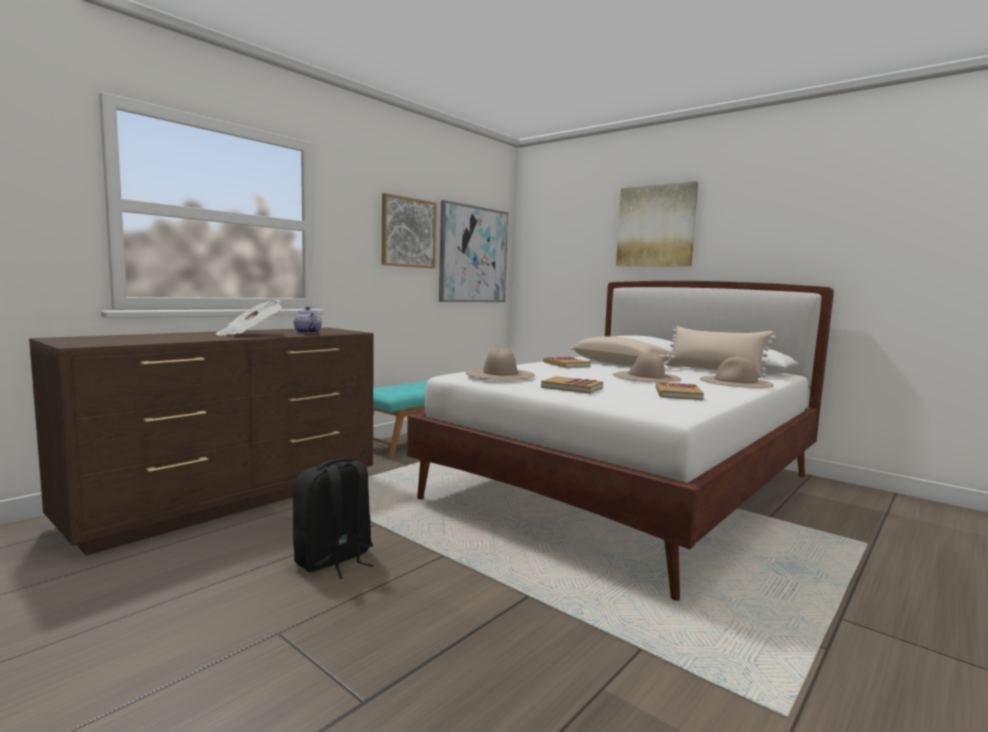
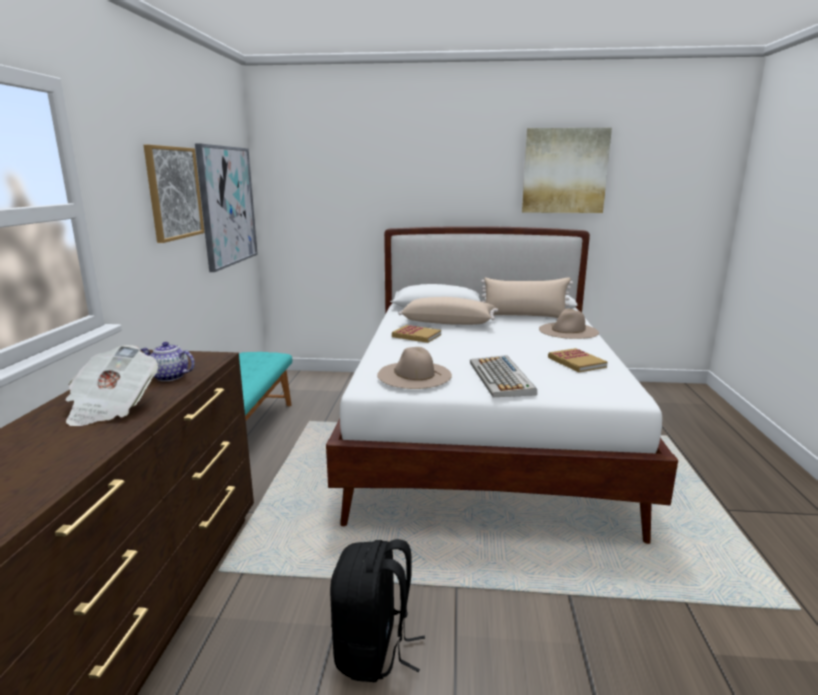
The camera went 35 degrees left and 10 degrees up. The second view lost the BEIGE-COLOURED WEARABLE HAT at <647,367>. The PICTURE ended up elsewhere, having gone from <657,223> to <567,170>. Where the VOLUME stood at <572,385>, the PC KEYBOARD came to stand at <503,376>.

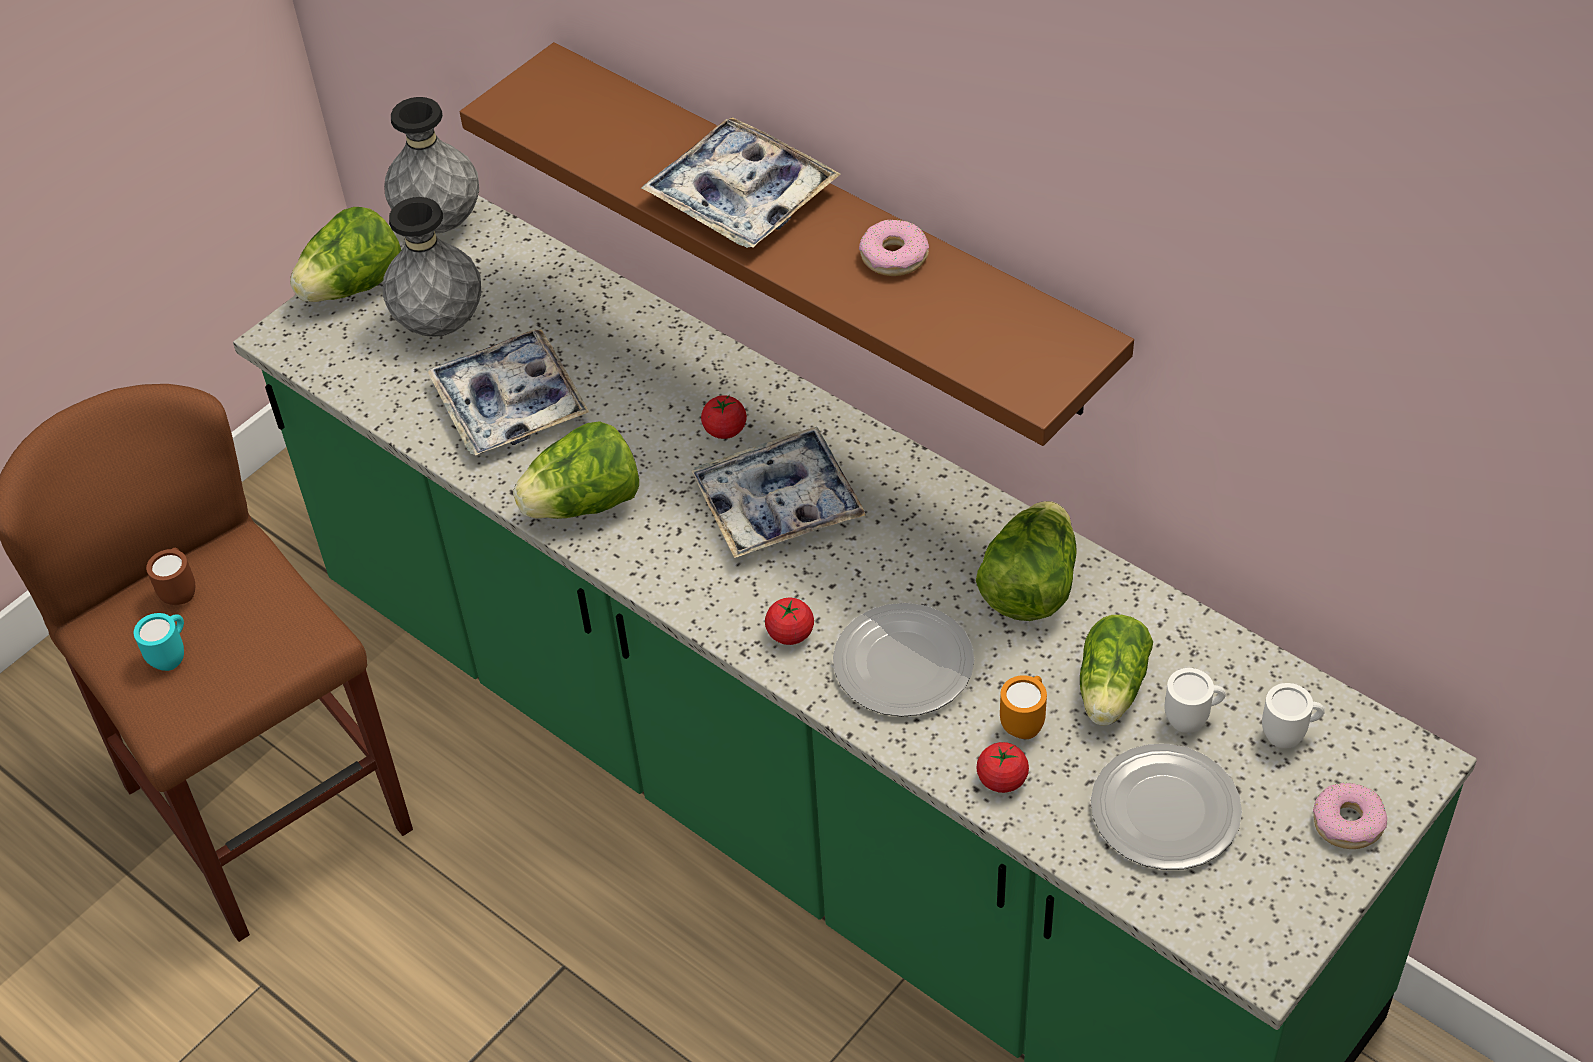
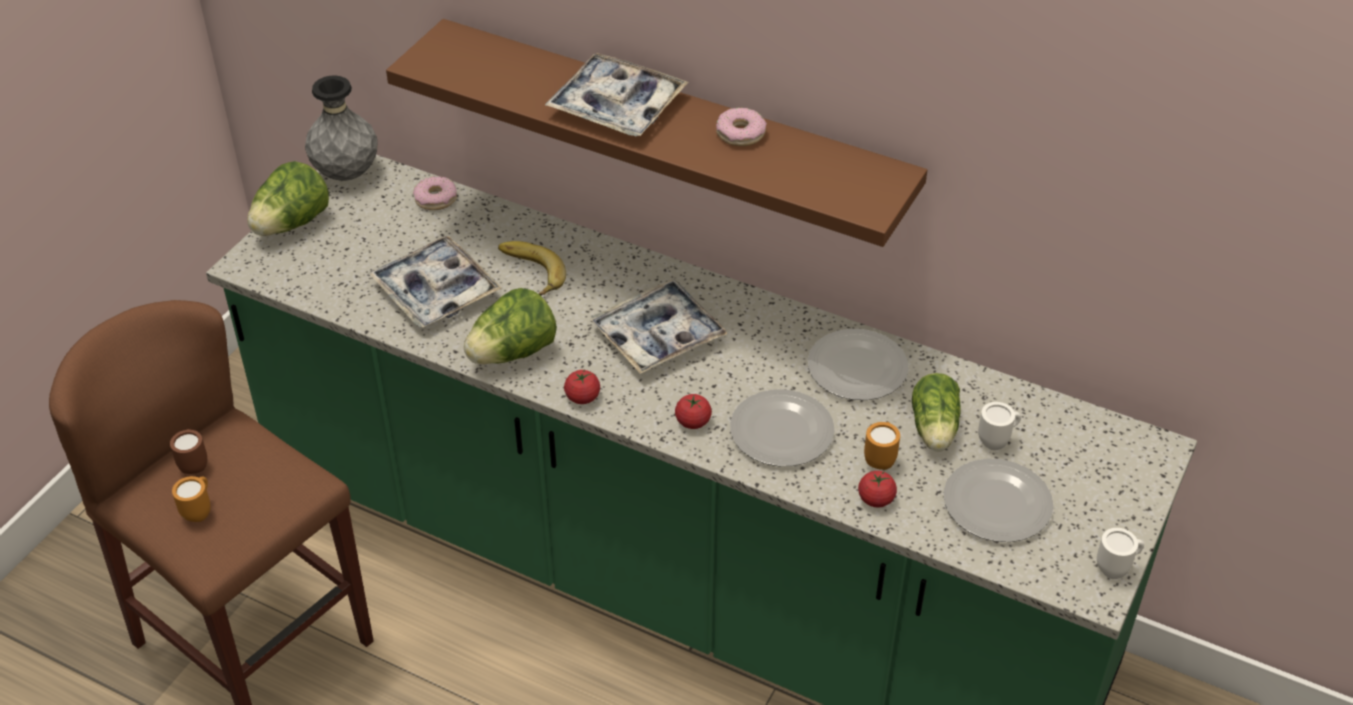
The camera went 15 degrees left and 5 degrees down. The second view lost the GREYISH DECORATIVE VASE at <432,267>. The second view gained the BANANA FRUIT at <532,268>. The FRESH TOMATO ended up elsewhere, having gone from <724,417> to <582,386>. The WHITE COFFEE MUG ended up elsewhere, having gone from <1293,715> to <1120,553>. The DOUGHNUT ended up elsewhere, having gone from <1350,816> to <435,193>. Where the LETTUCE stood at <1026,561>, the FLAT DISH came to stand at <858,364>. What was the TURQUOISE COFFEE MUG at <159,642> turned into the ORANGE COFFEE MUG at <191,499>.

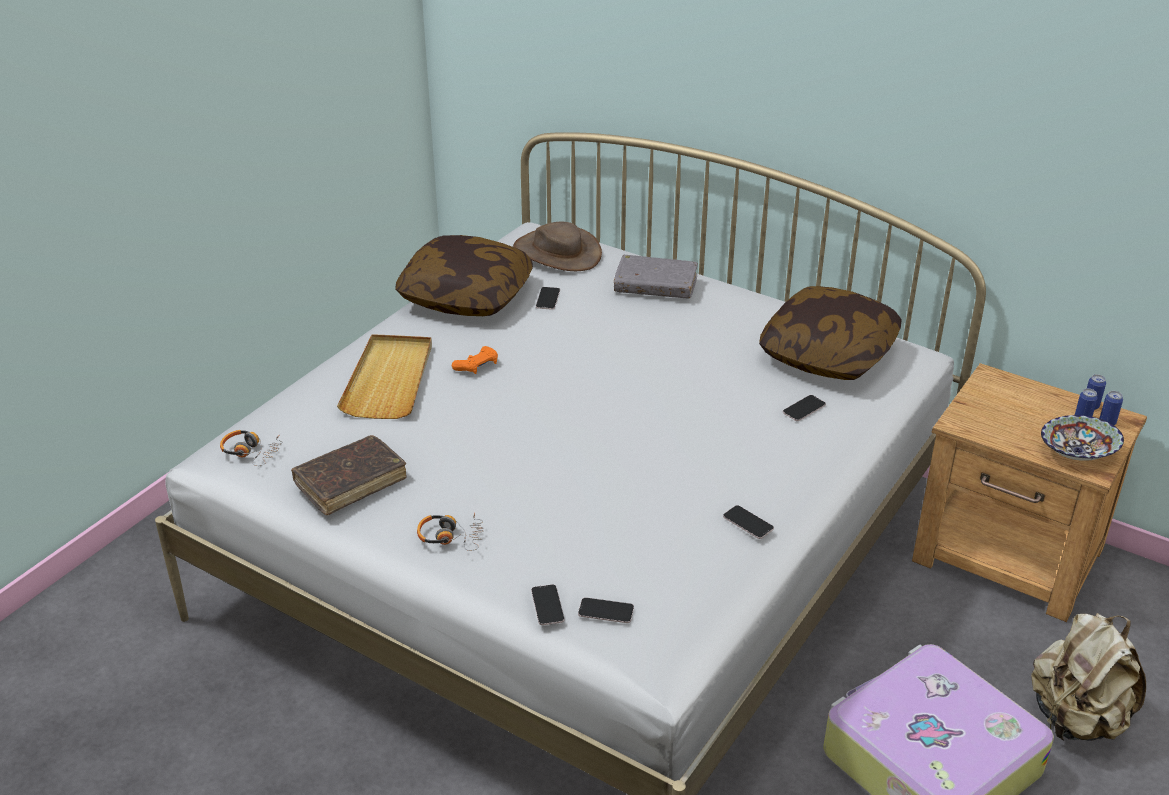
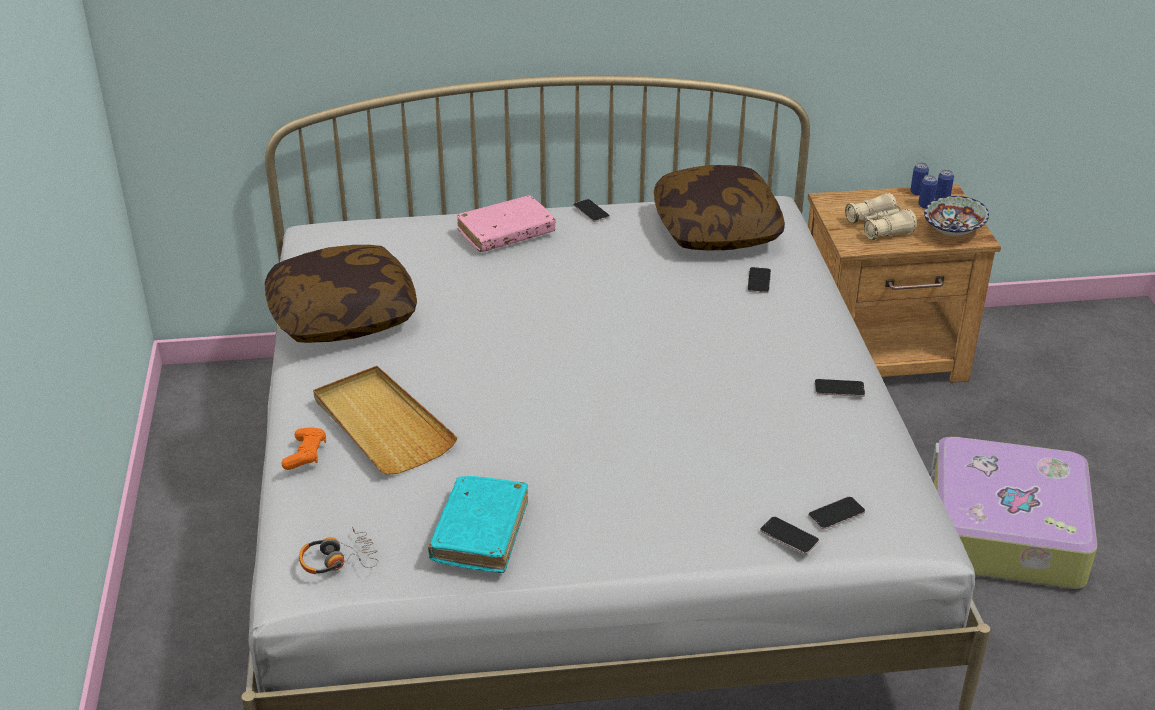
The camera went 40 degrees left and 0 degrees up. The second view lost the HEADPHONES at <450,532>. The second view lost the BROWNISH WEARABLE HAT at <557,246>. The second view lost the BEIGE-COLOURED RUCKSACK at <1088,677>. The second view gained the BEIGE-COLOURED FIELD GLASSES at <881,216>. The ORANGE GAME CONTROLLER ended up elsewhere, having gone from <475,360> to <303,448>. The HANDSET ended up elsewhere, having gone from <548,298> to <591,210>. What was the BROWNISH VOLUME at <349,475> turned into the TURQUOISE VOLUME at <478,524>. What was the GREYISH VOLUME at <656,277> turned into the PINKISH VOLUME at <506,224>.

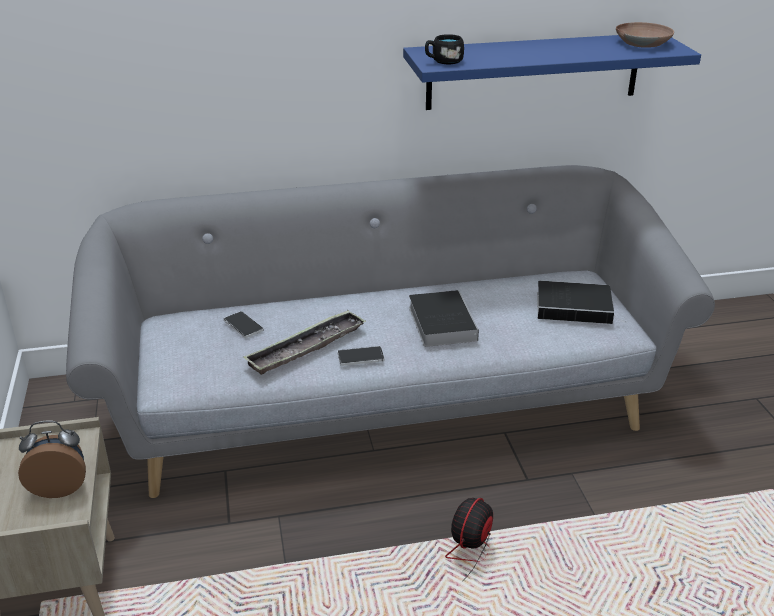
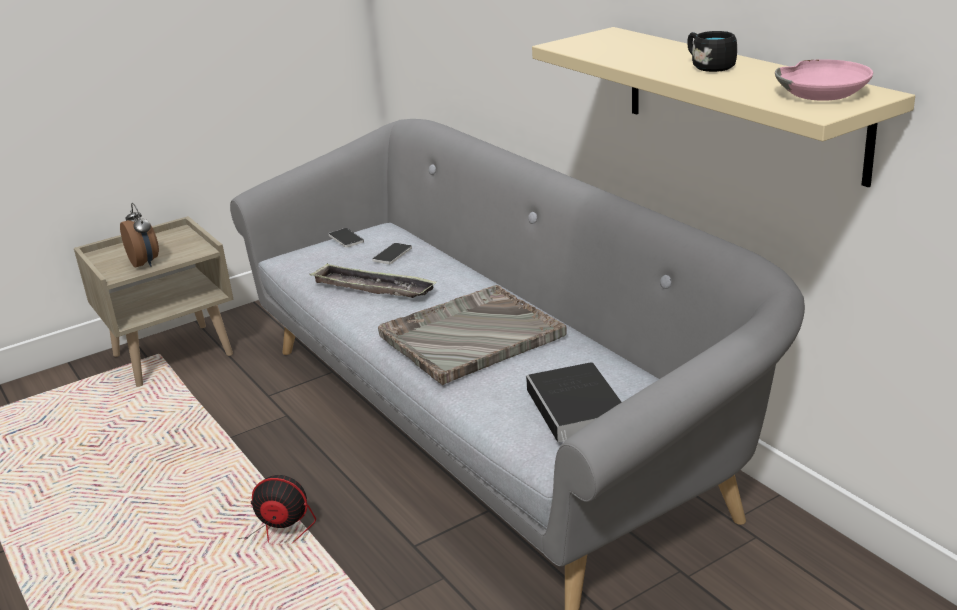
The camera went 70 degrees right and 5 degrees down. The HANDSET ended up elsewhere, having gone from <361,356> to <346,238>. The BLACK COFFEE MUG ended up elsewhere, having gone from <444,49> to <712,51>. Where the VOLUME stood at <444,318>, the GREYISH SERVING TRAY came to stand at <472,335>. What was the BLUISH SHELF at <552,72> turned into the BEIGE-COLOURED SHELF at <723,107>. What was the BROWNISH BOWL at <645,35> turned into the PINKISH BOWL at <824,80>.

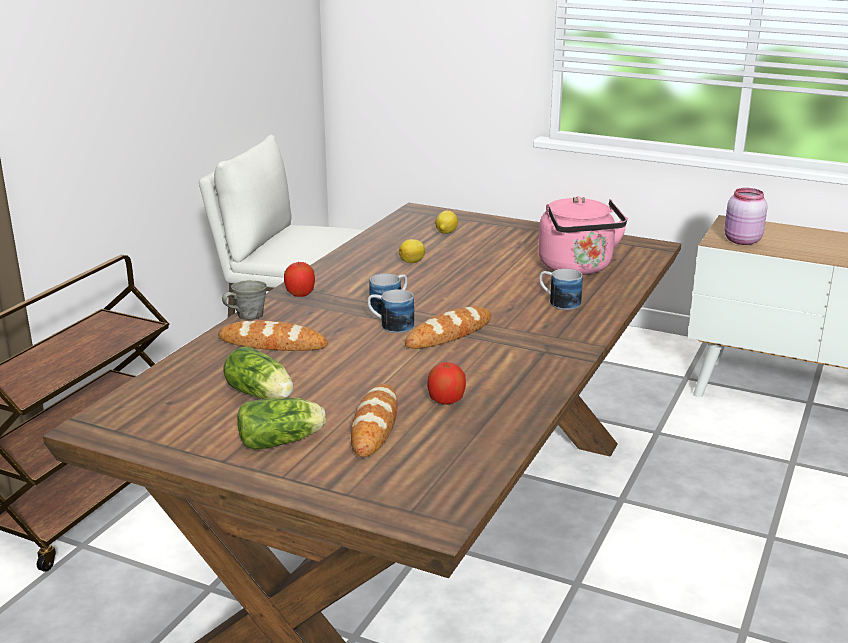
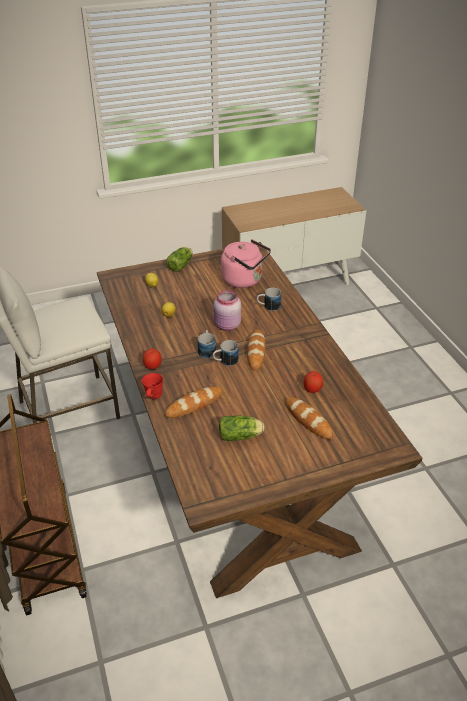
The camera went 45 degrees left and 15 degrees up. The LETTUCE ended up elsewhere, having gone from <281,423> to <179,259>. The PINKISH STORAGE JAR ended up elsewhere, having gone from <746,216> to <227,310>. What was the GREYISH COFFEE MUG at <244,300> turned into the RED COFFEE MUG at <152,386>.

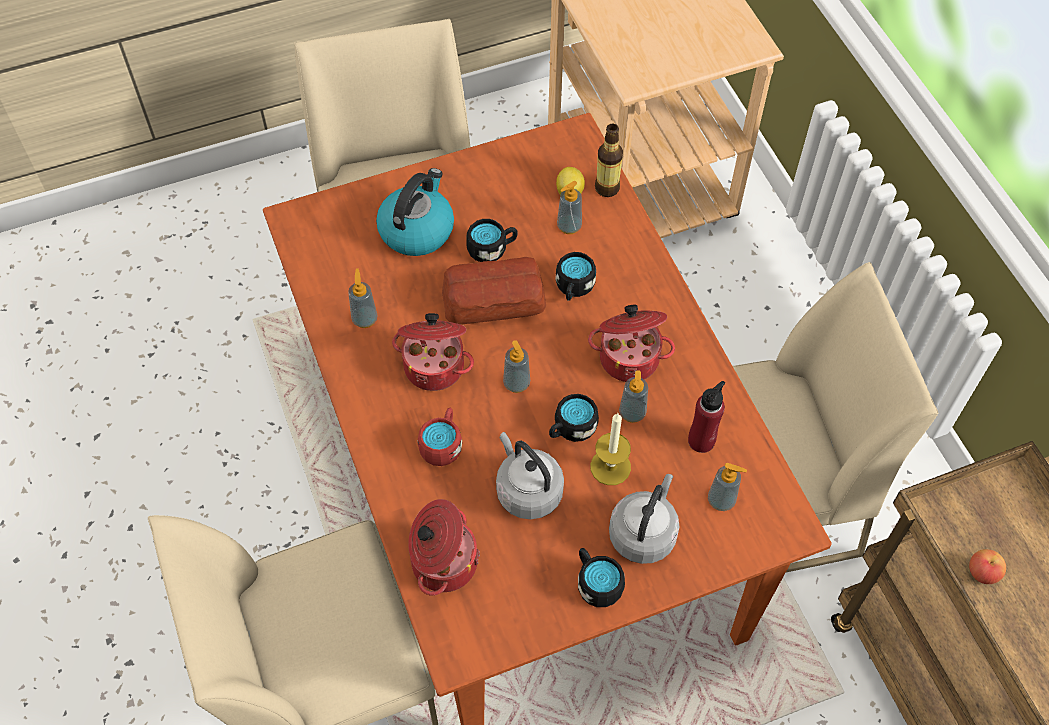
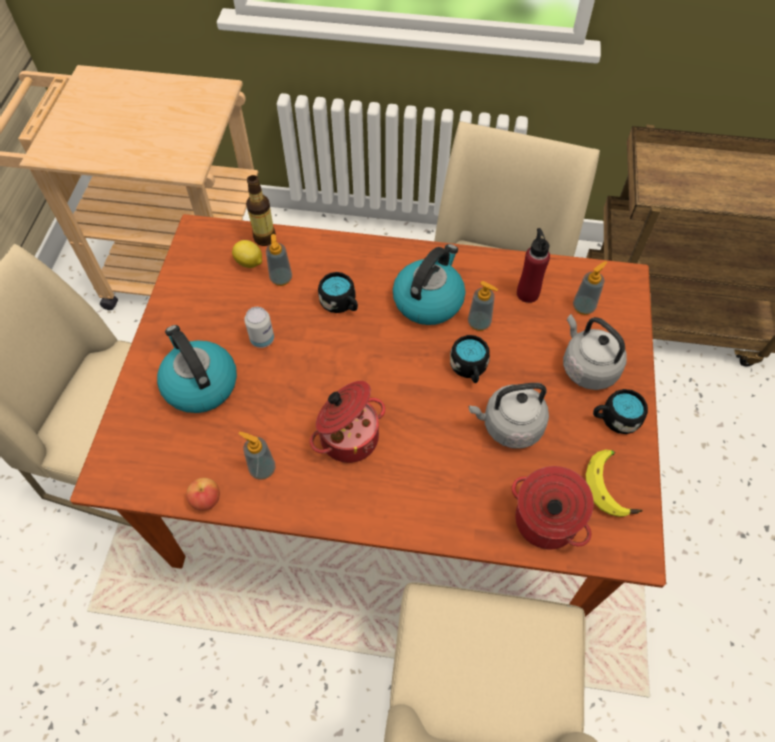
The camera went 60 degrees left and 0 degrees up. The second view lost the RED COFFEE MUG at <440,437>. The second view lost the BAKERY BREAD at <494,291>. The second view lost the SOAP BOTTLE at <516,366>. The second view lost the WAX LIGHT at <610,449>. The second view gained the BANANA FRUIT at <614,483>. The WHOLE APPLE ended up elsewhere, having gone from <987,566> to <203,494>. Where the BLACK COFFEE MUG stood at <492,240>, the SEALED CAN came to stand at <259,327>. Where the STOCKPOT stood at <631,343>, the TEA KETTLE came to stand at <429,284>.

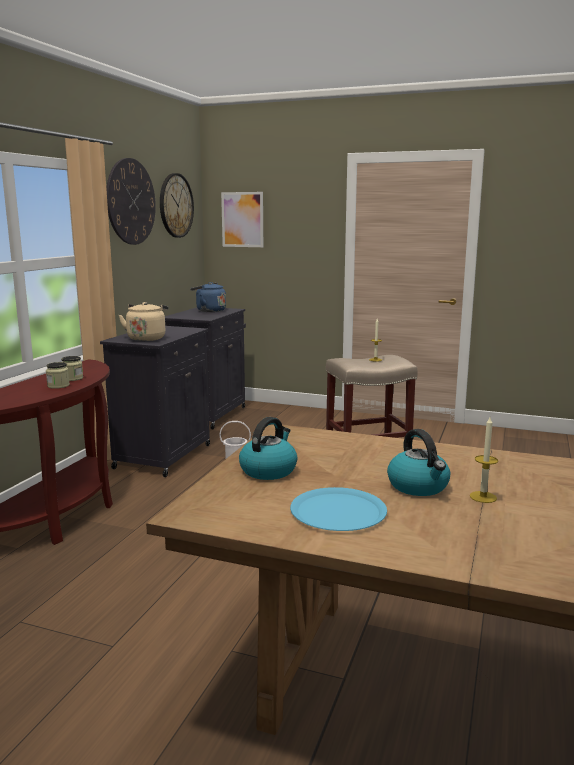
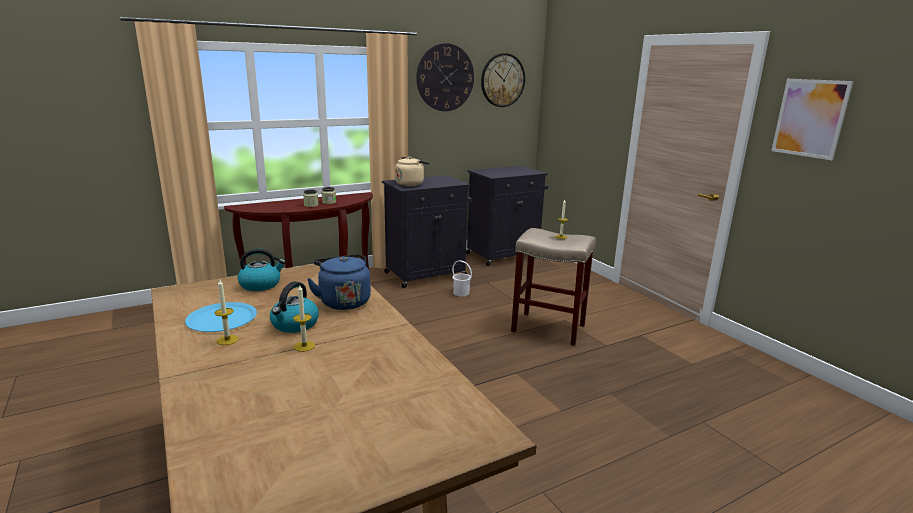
The camera went 40 degrees right and 5 degrees up. The second view gained the WAX LIGHT at <226,312>. The BLUISH TEA KETTLE ended up elsewhere, having gone from <208,297> to <339,282>. The PICTURE ended up elsewhere, having gone from <242,219> to <812,119>.

